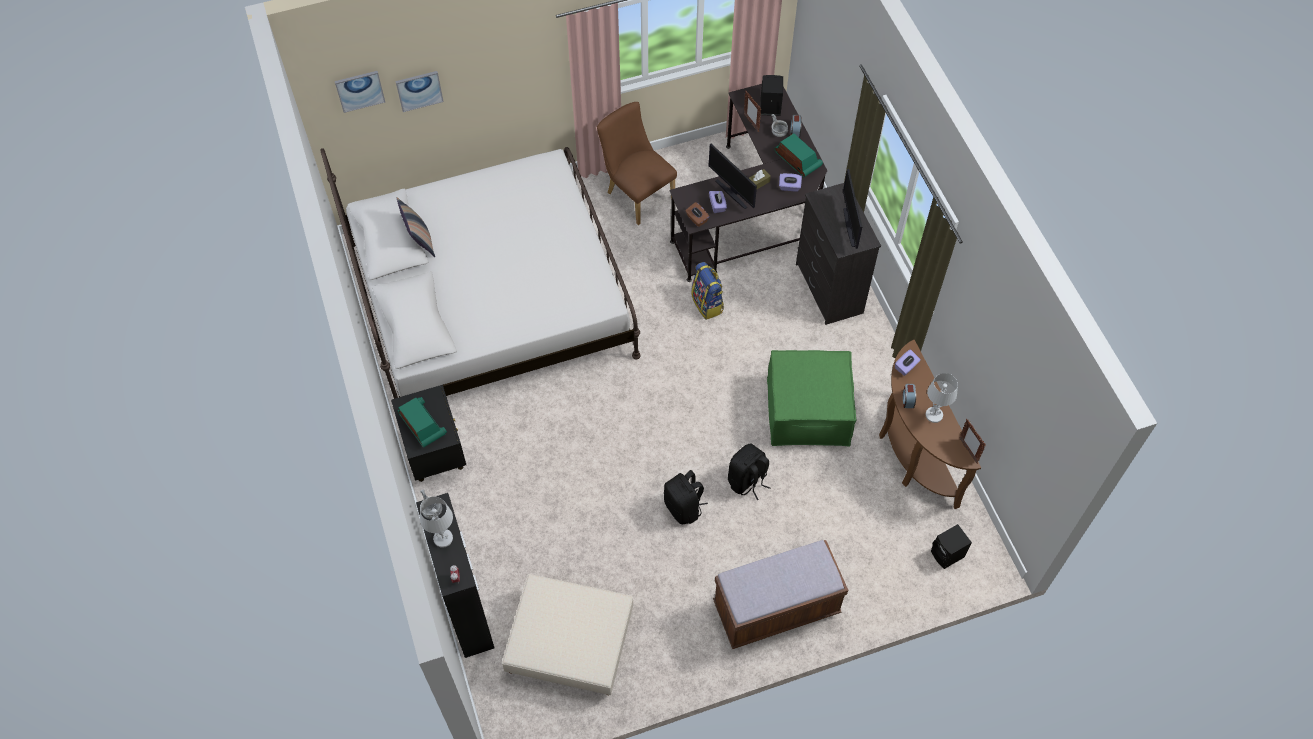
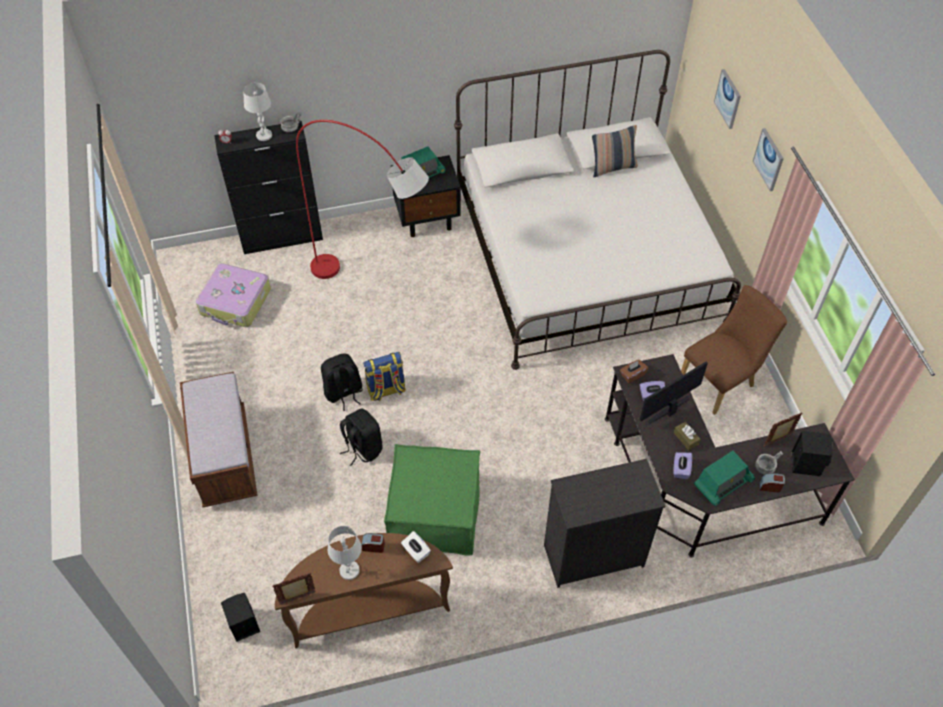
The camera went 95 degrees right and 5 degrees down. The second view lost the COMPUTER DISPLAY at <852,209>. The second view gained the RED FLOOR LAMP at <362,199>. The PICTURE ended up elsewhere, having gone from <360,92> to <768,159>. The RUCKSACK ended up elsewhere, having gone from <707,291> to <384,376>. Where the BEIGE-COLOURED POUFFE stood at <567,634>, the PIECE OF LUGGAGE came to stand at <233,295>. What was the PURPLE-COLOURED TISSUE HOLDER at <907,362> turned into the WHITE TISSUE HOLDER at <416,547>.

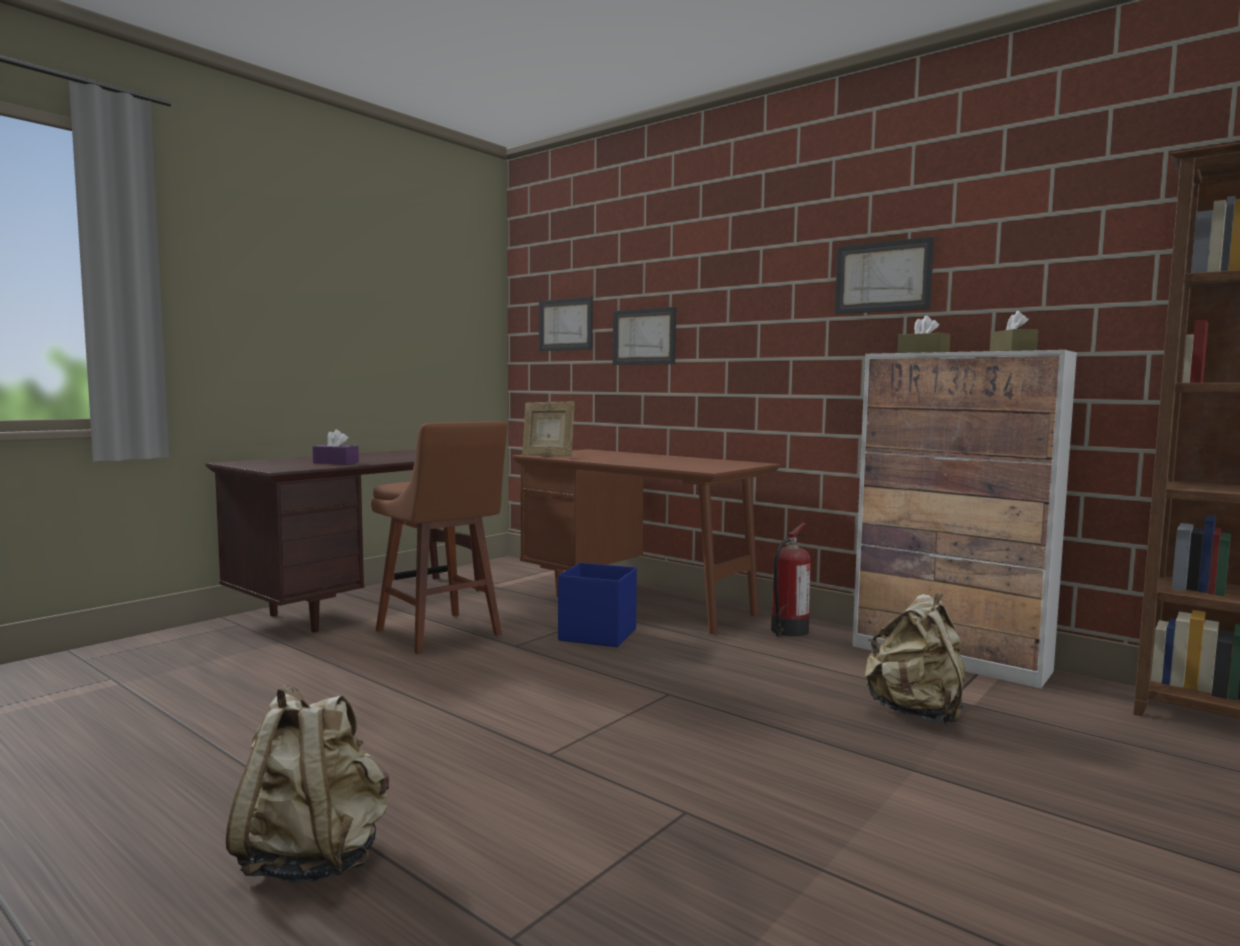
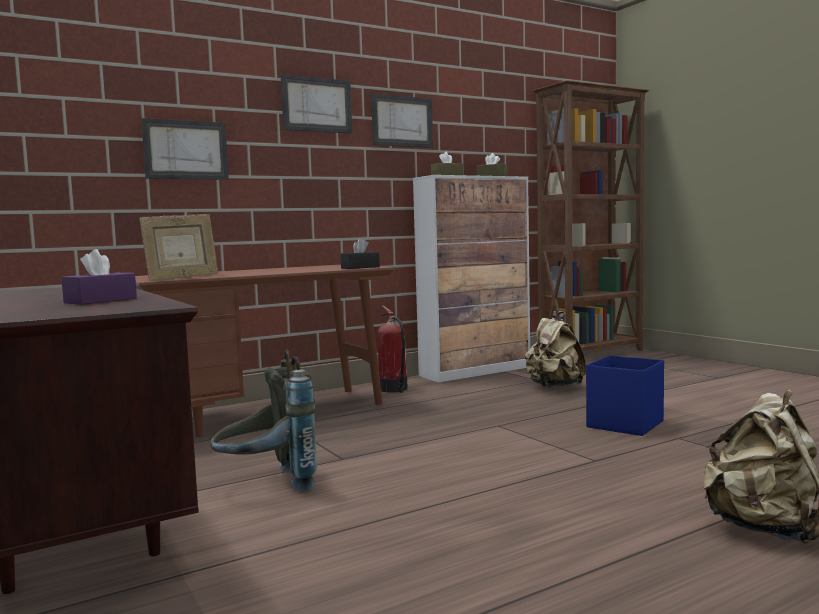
The camera went 70 degrees left and 0 degrees up. The second view gained the BLACK TISSUE HOLDER at <360,253>. The PICTURE ended up elsewhere, having gone from <566,324> to <316,103>. The BLUISH STORAGE CONTAINER ended up elsewhere, having gone from <597,605> to <625,395>. Where the BROWNISH STOOL SEAT stood at <439,537>, the GREYISH RUCKSACK came to stand at <263,421>.

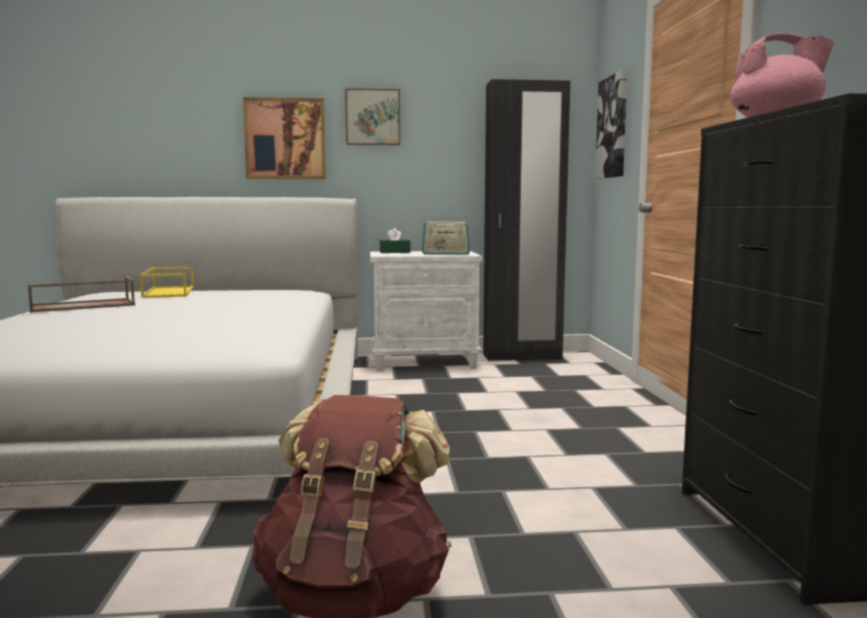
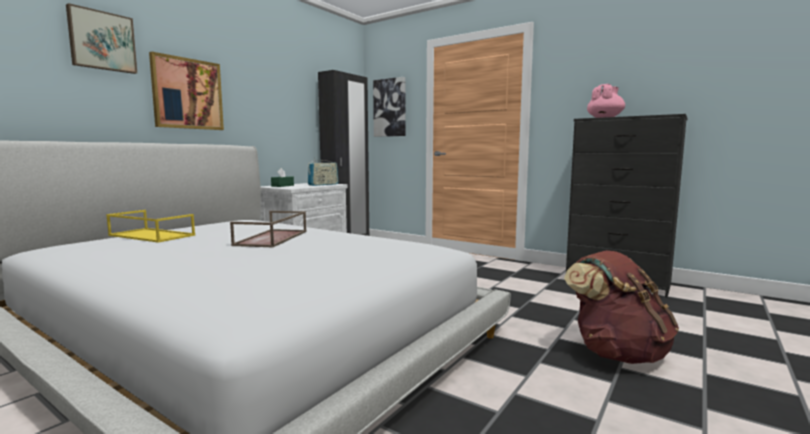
The camera went 50 degrees left and 0 degrees up. The BROWNISH SERVING TRAY ended up elsewhere, having gone from <81,294> to <268,229>. The PICTURE ended up elsewhere, having gone from <372,116> to <101,38>.

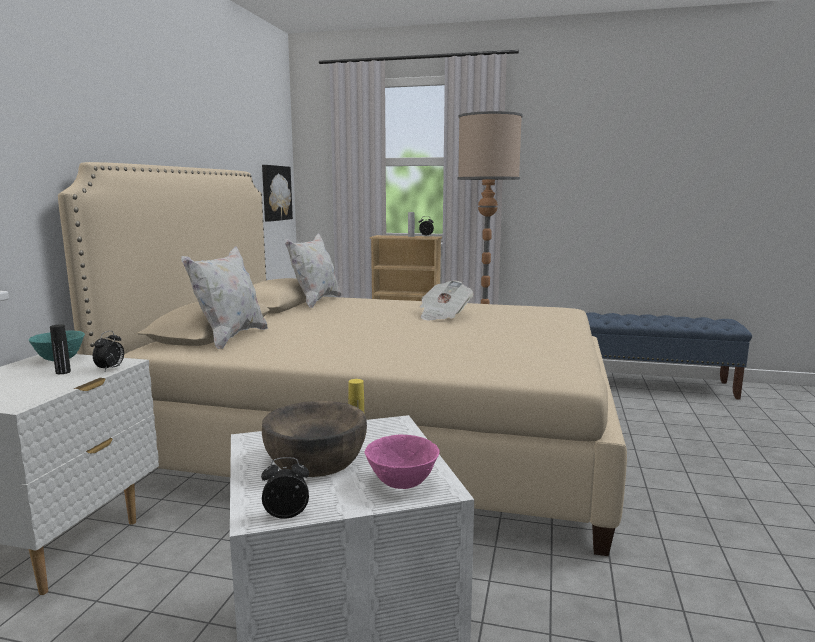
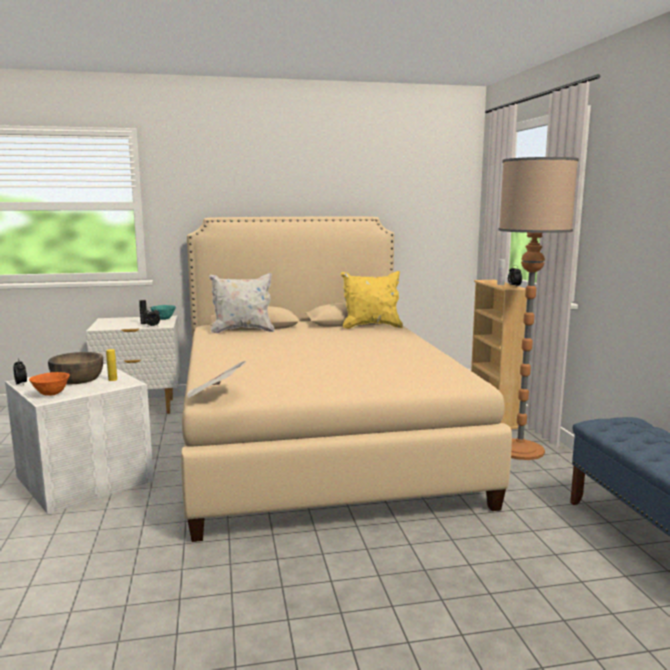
The camera went 65 degrees right and 0 degrees up. The second view lost the PICTURE at <277,193>. The PRINTED PAPER ended up elsewhere, having gone from <446,300> to <216,380>. What was the WHITE PILLOW at <313,270> turned into the YELLOW PILLOW at <372,300>. What was the PINKISH BOWL at <402,462> turned into the ORANGE BOWL at <49,384>.

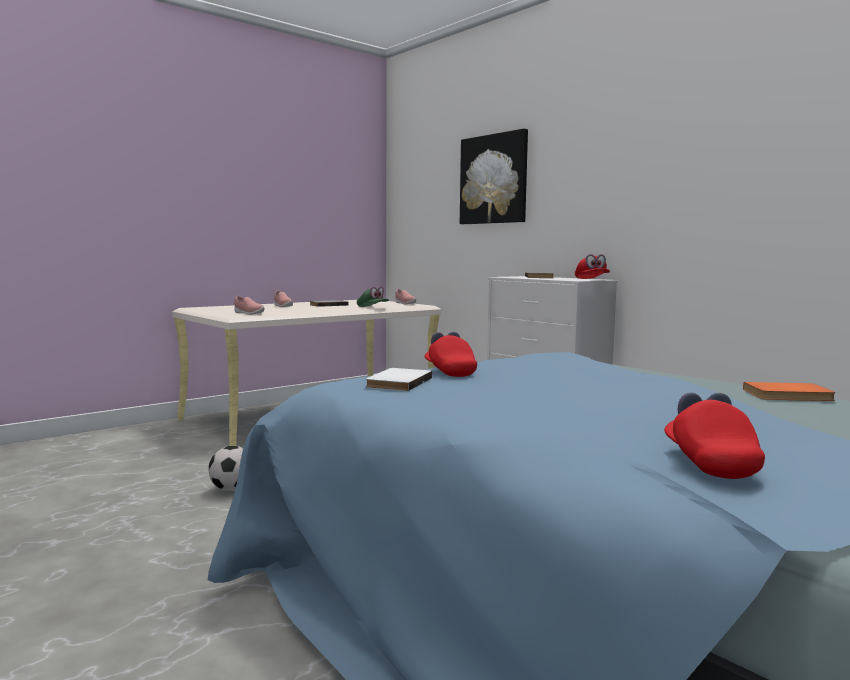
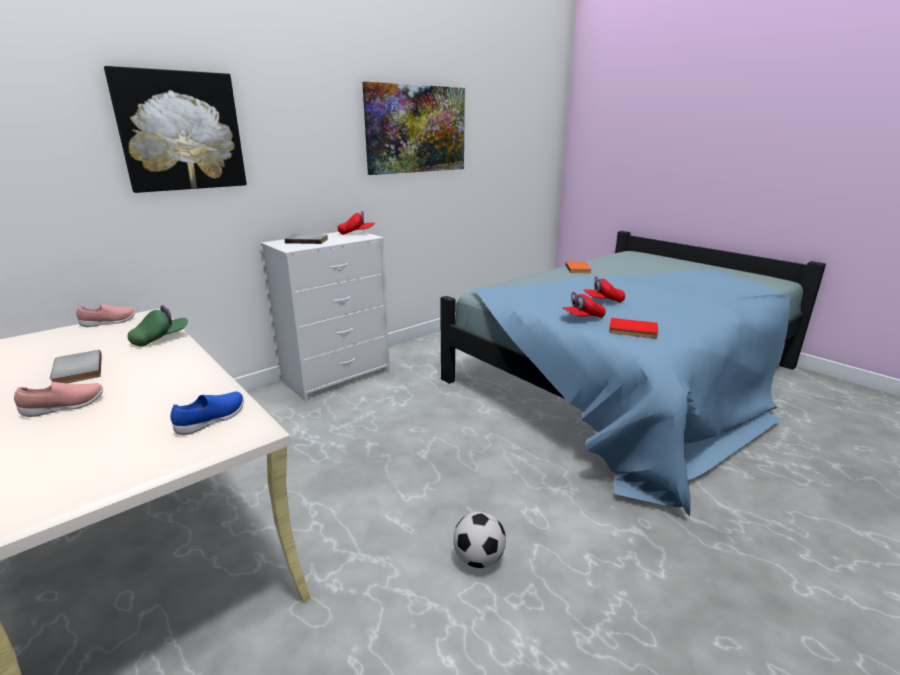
The camera went 90 degrees left and 15 degrees up. The second view gained the PICTURE at <413,128>. The RED CAP ended up elsewhere, having gone from <714,435> to <604,289>. What was the PINKISH LOW SHOE at <249,305> turned into the BLUISH LOW SHOE at <207,413>. What was the WHITE VOLUME at <399,379> turned into the RED VOLUME at <633,328>.

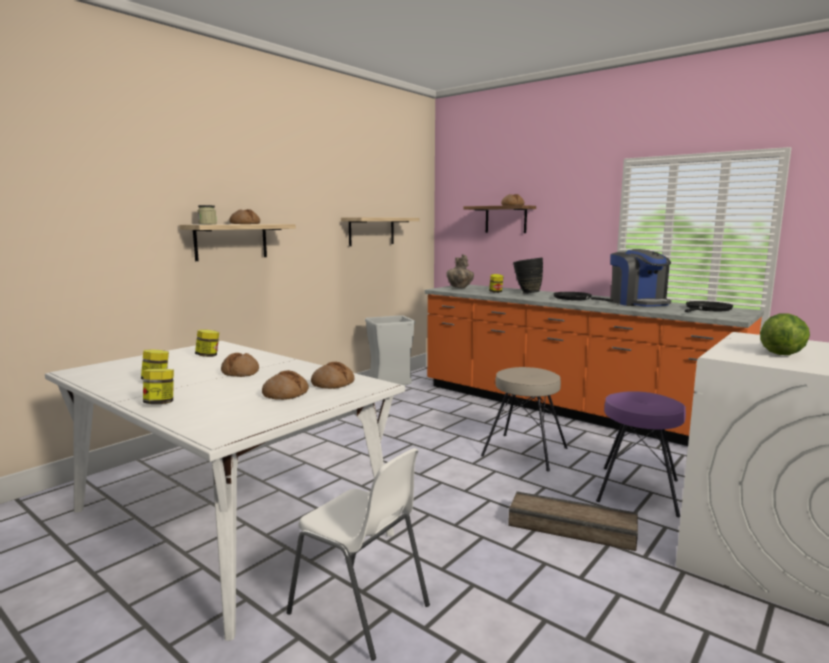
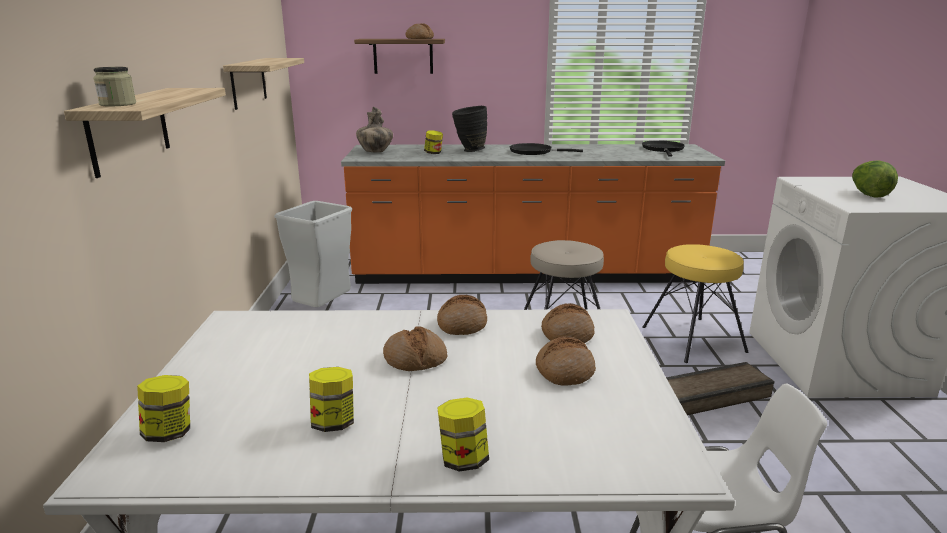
The camera went 40 degrees left and 10 degrees up. The second view lost the COFFEE MACHINE at <640,277>. The STORAGE JAR ended up elsewhere, having gone from <207,343> to <163,408>. The BAKERY BREAD ended up elsewhere, having gone from <244,216> to <462,315>. What was the PURPLE-COLOURED STOOL SEAT at <641,454> turned into the YELLOW STOOL SEAT at <695,303>.

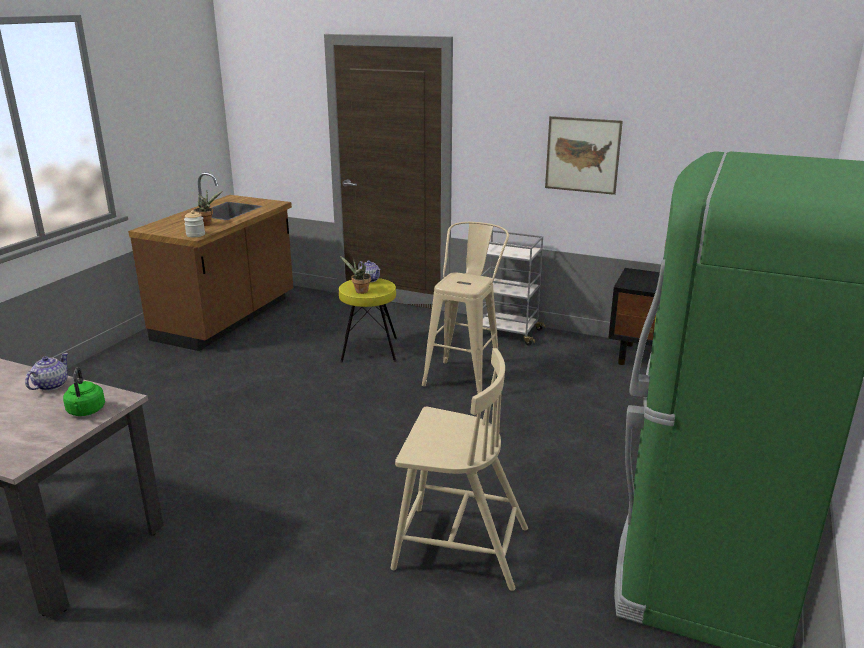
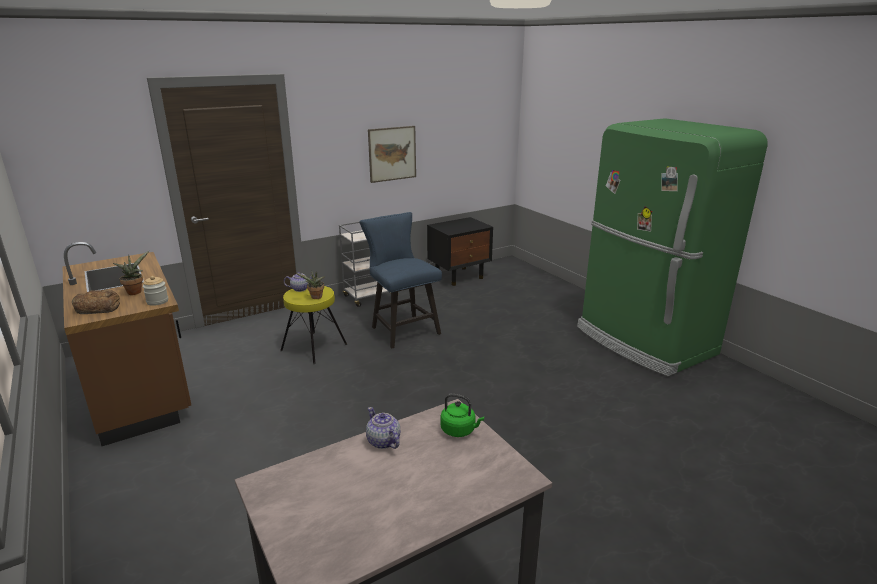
The camera went 55 degrees left and 0 degrees up. The second view lost the BEIGE-COLOURED CHAIR at <459,469>. The second view gained the BAKERY BREAD at <96,302>. Where the BEIGE-COLOURED STOOL SEAT stood at <465,308>, the BLUISH CHAIR came to stand at <401,280>.

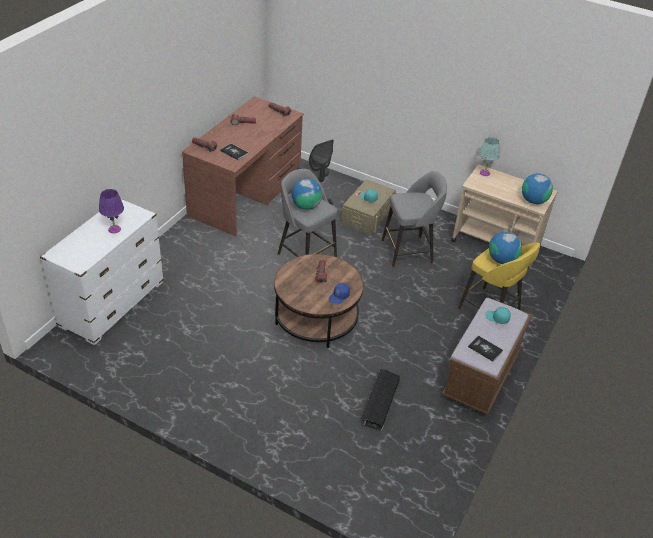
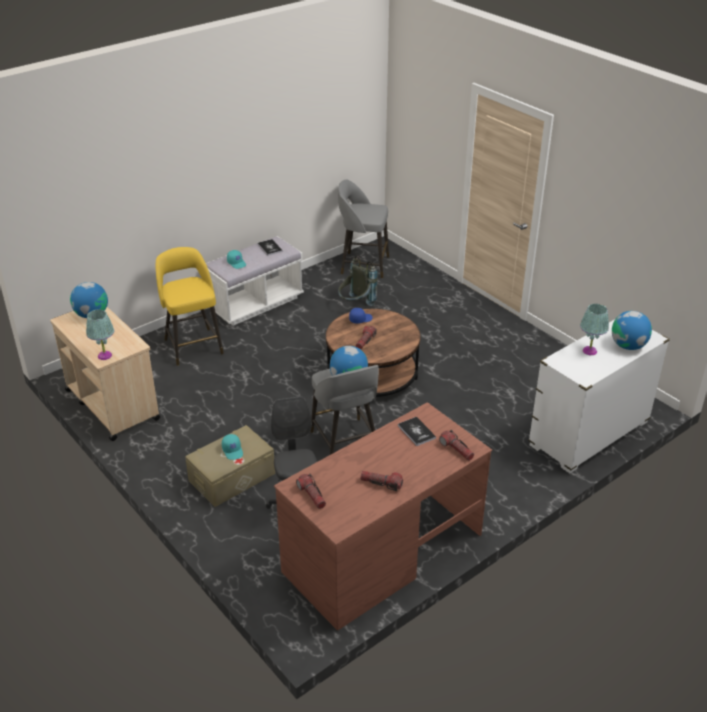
The camera went 155 degrees left and 5 degrees down. The GREYISH STOOL SEAT ended up elsewhere, having gone from <414,219> to <363,228>. The DESK GLOBE ended up elsewhere, having gone from <505,248> to <632,330>. Where the BLACK STORAGE CONTAINER stood at <380,400>, the GREYISH RUCKSACK came to stand at <358,281>. What was the PURPLE-COLOURED TABLE LAMP at <111,211> turned into the TURQUOISE TABLE LAMP at <594,329>. What was the BROWNISH INDOOR BENCH at <487,356> turned into the WHITE INDOOR BENCH at <255,281>.

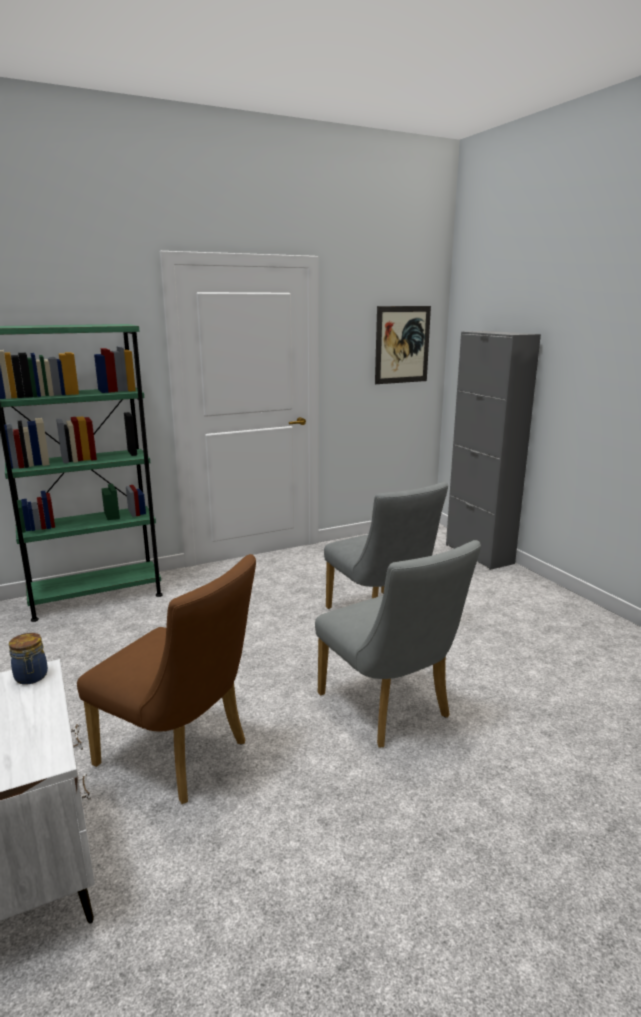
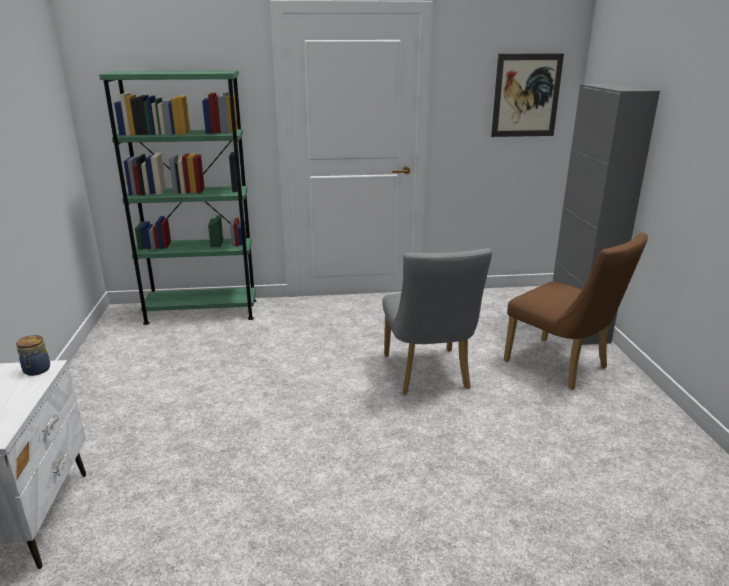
The camera went 20 degrees right and 5 degrees up. The second view lost the GREYISH CHAIR at <398,644>. The BROWNISH CHAIR ended up elsewhere, having gone from <166,679> to <576,311>.

